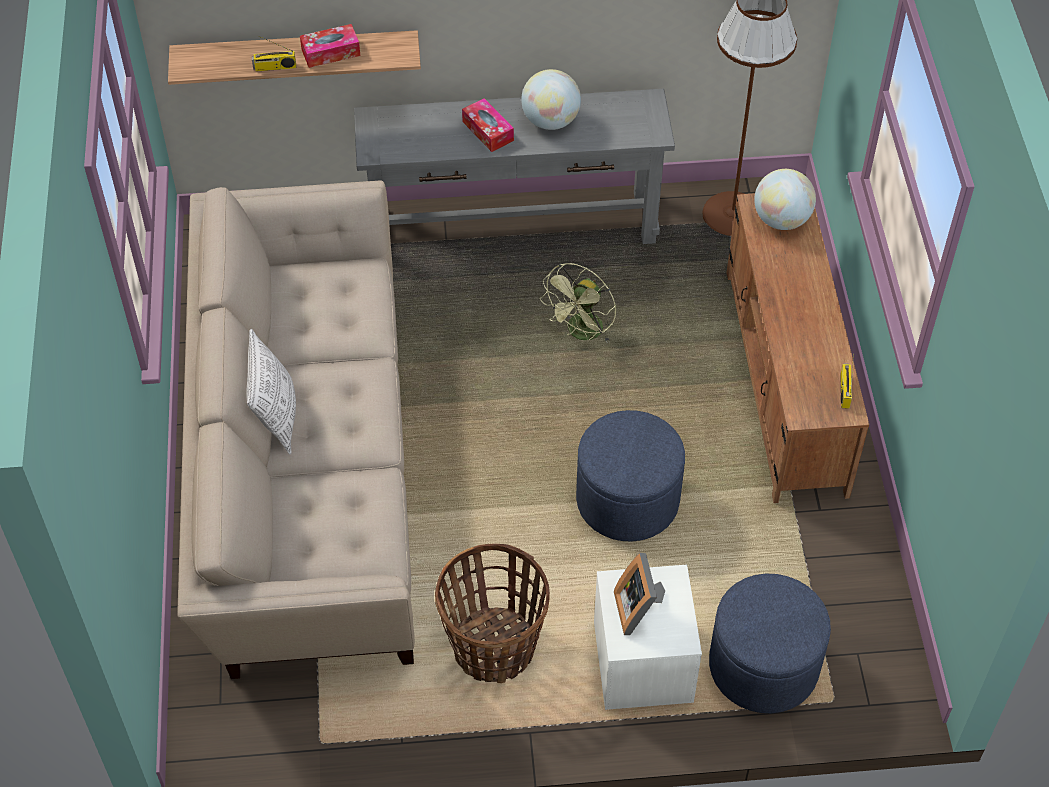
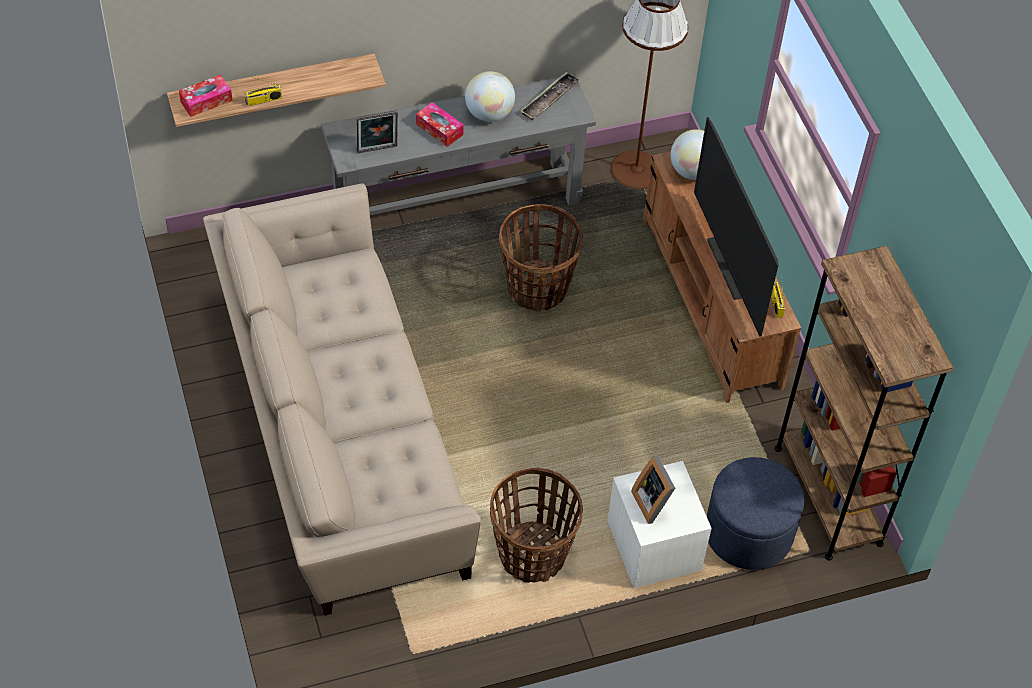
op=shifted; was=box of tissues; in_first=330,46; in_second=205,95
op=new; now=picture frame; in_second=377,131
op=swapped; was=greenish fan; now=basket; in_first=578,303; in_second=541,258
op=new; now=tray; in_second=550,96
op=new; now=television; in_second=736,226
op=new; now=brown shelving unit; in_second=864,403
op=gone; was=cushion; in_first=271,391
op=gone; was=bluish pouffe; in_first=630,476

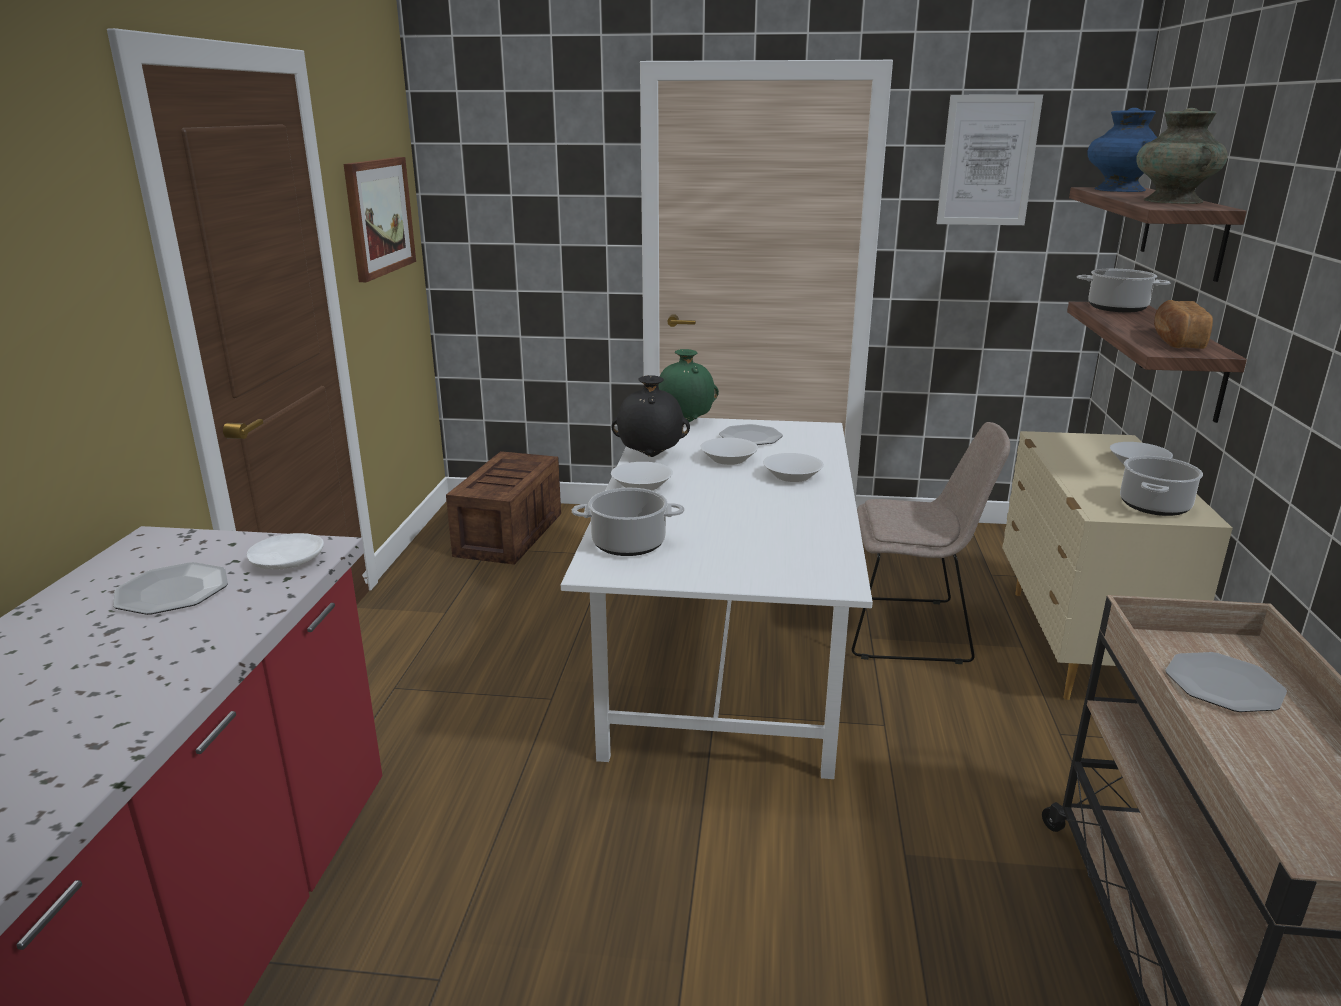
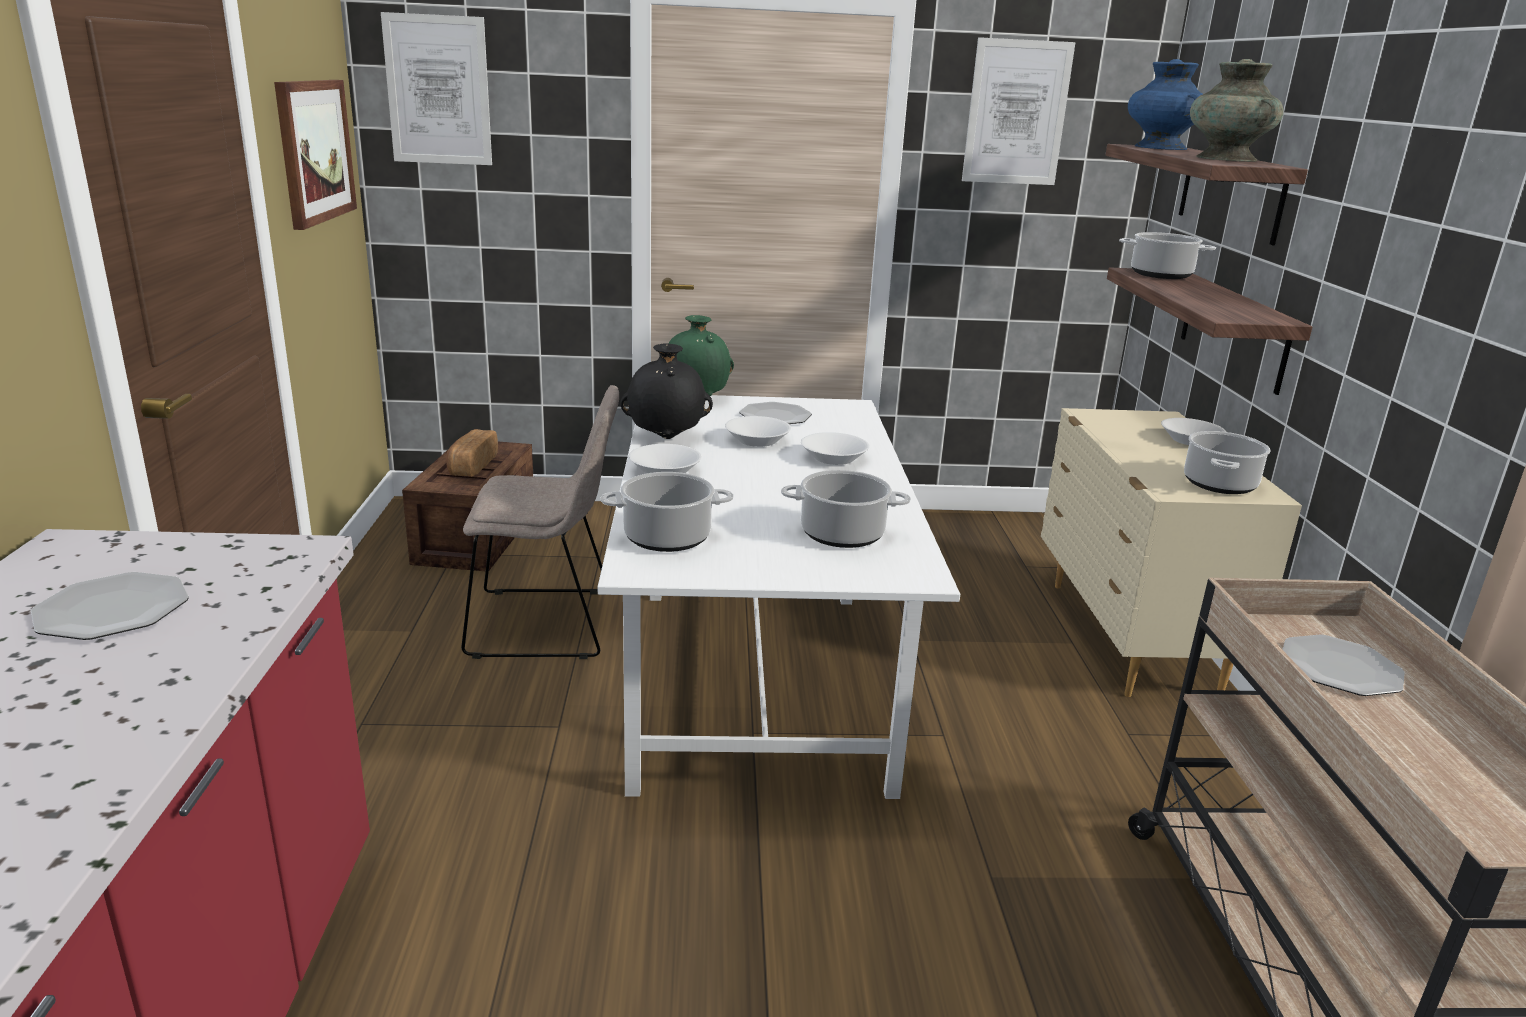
op=new; now=picture; in_second=436,88
op=shifted; was=bakery bread; in_first=1183,324; in_second=472,453
op=shifted; was=beige-coloured chair; in_first=931,543; in_second=540,522
op=new; now=stockpot; in_second=846,509
op=gone; was=whitish flat dish; in_first=285,551

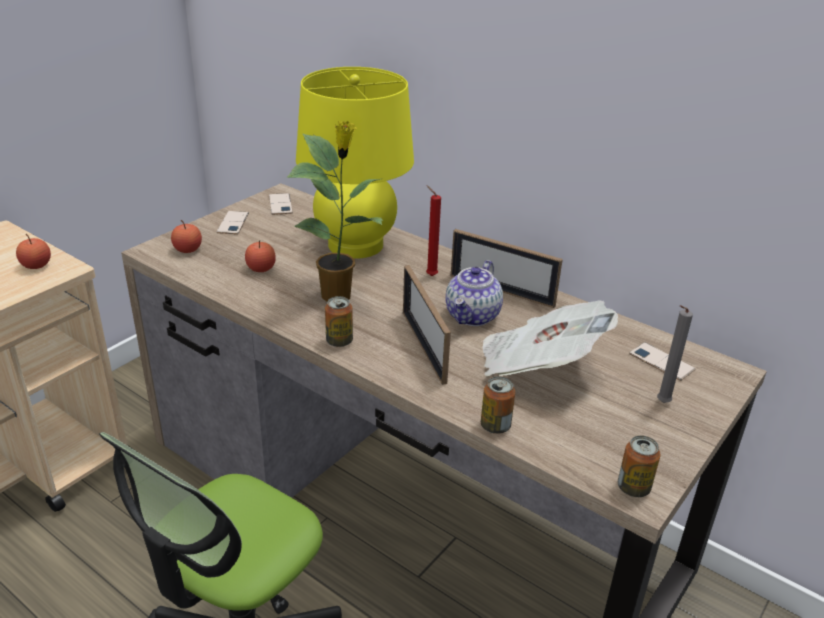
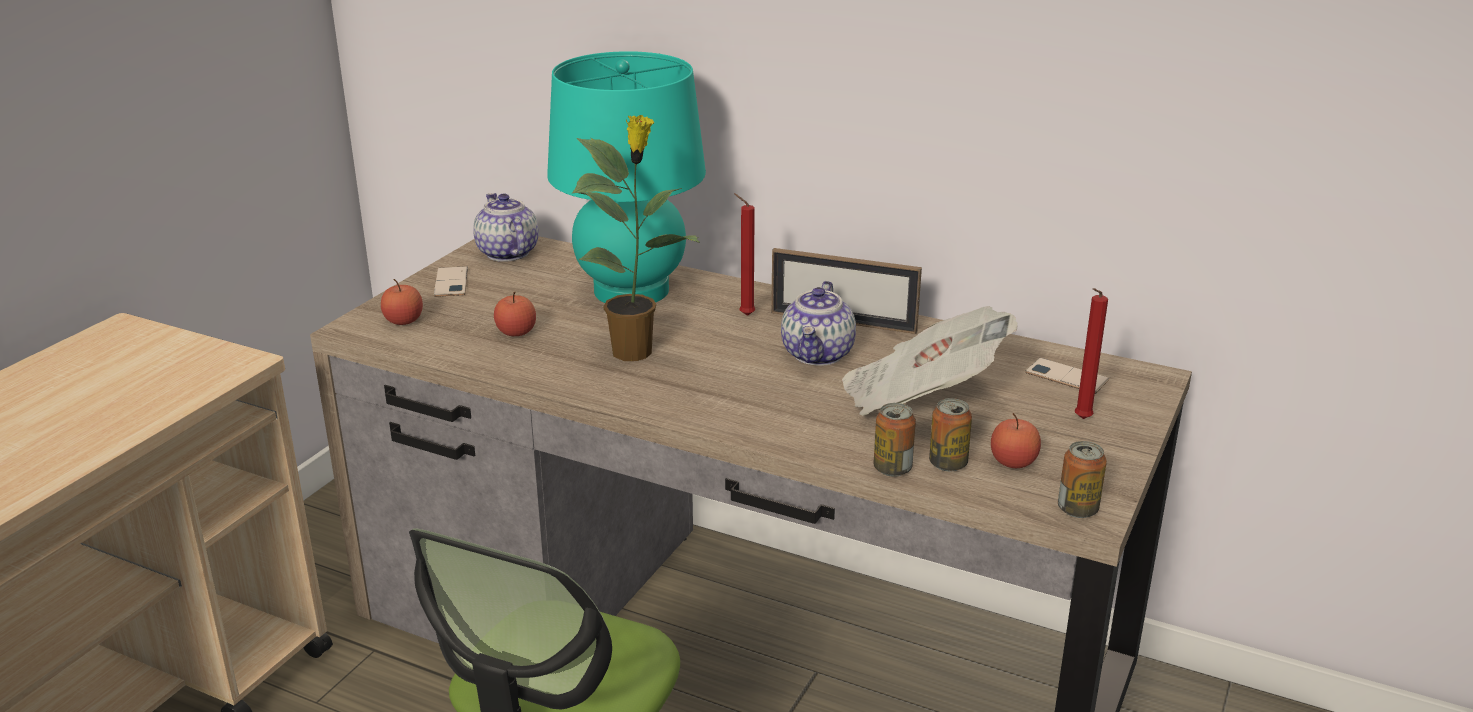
op=swapped; was=telephone; now=tea pot; in_first=281,204; in_second=506,227
op=repainted; was=yellow lamp for a table; now=turquoise-coloured lamp for a table; in_first=355,163; in_second=626,177
op=shifted; was=metal can; in_first=339,321; in_second=950,435
op=shifted; was=apple fruit; in_first=33,251; in_second=1016,440
op=repainted; was=gray wax light; now=red wax light; in_first=675,354; in_second=1091,353
op=gone; was=picture frame; in_first=427,325

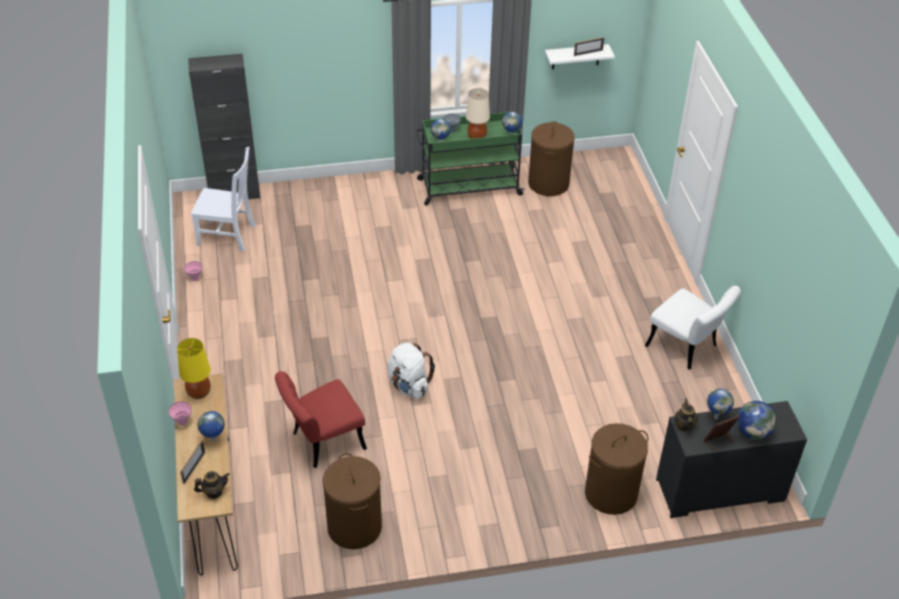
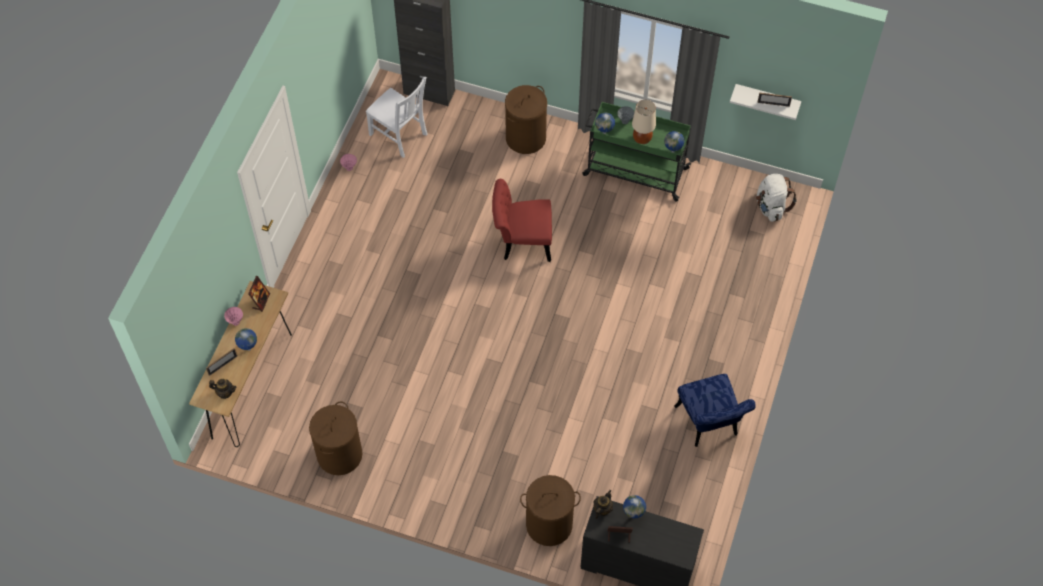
op=swapped; was=yellow lamp for a table; now=picture frame; in_first=194,368; in_second=259,294
op=shifted; was=red chair; in_first=321,419; in_second=522,220
op=shifted; was=brown washing basket; in_first=551,158; in_second=526,119
op=repainted; was=whitish chair; now=bluish chair; in_first=693,328; in_second=715,410
op=shifted; was=whitish backpack; in_first=411,371; in_second=776,198
op=gone; was=globe; in_first=757,420

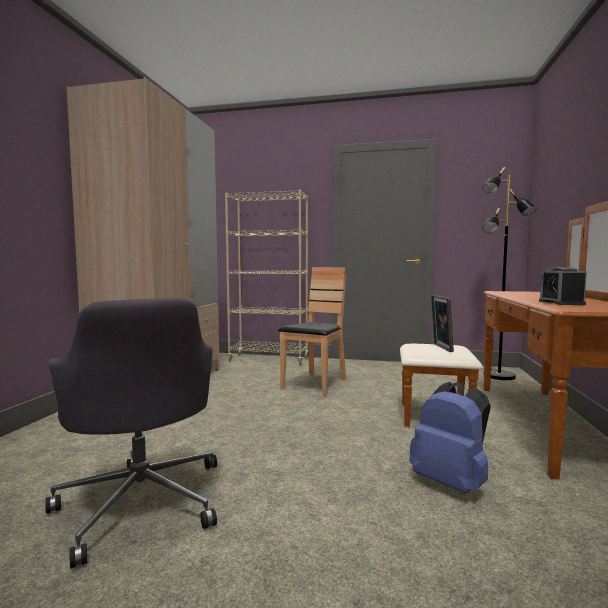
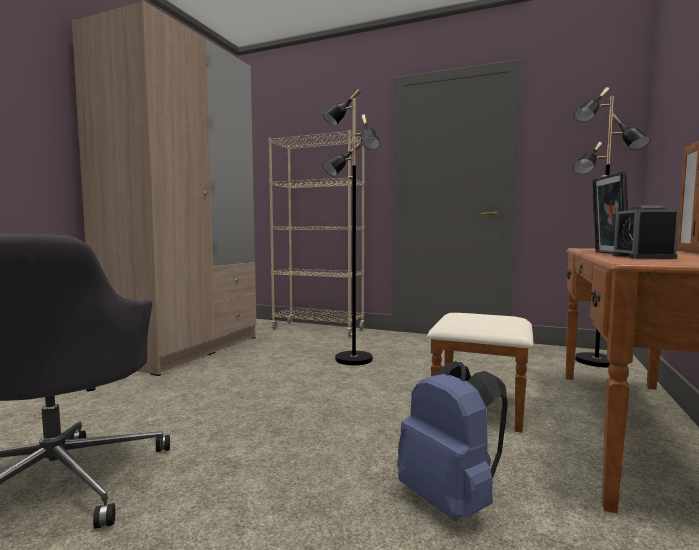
op=swapped; was=brown chair; now=black standard lamp; in_first=312,332; in_second=351,227
op=shifted; was=picture frame; in_first=442,323; in_second=610,213

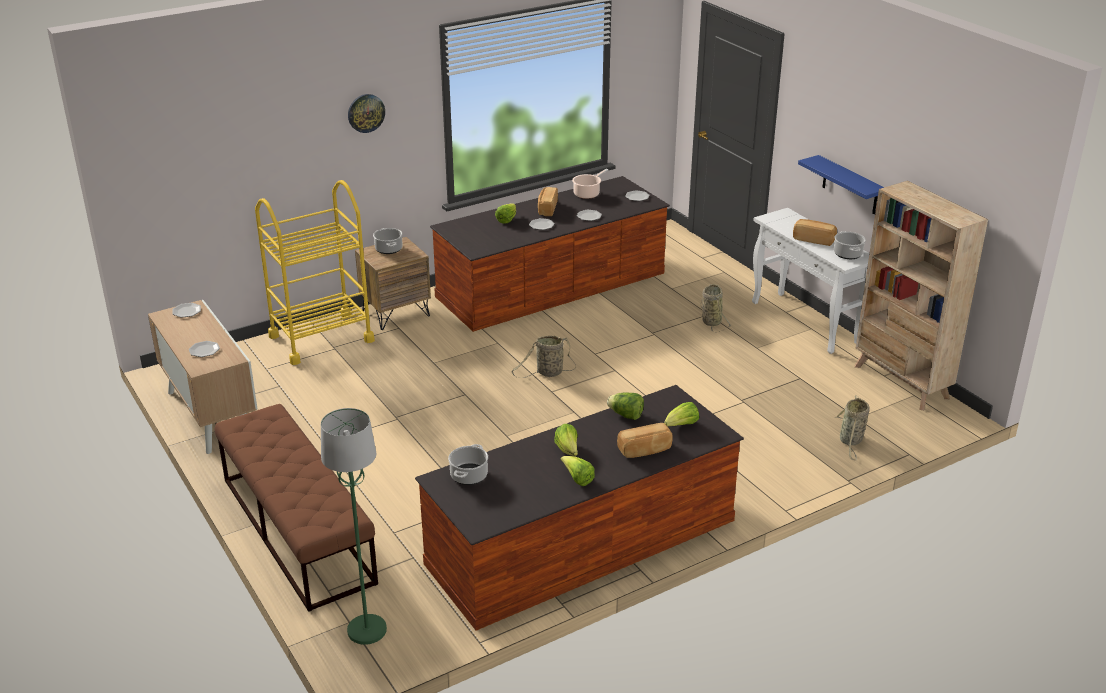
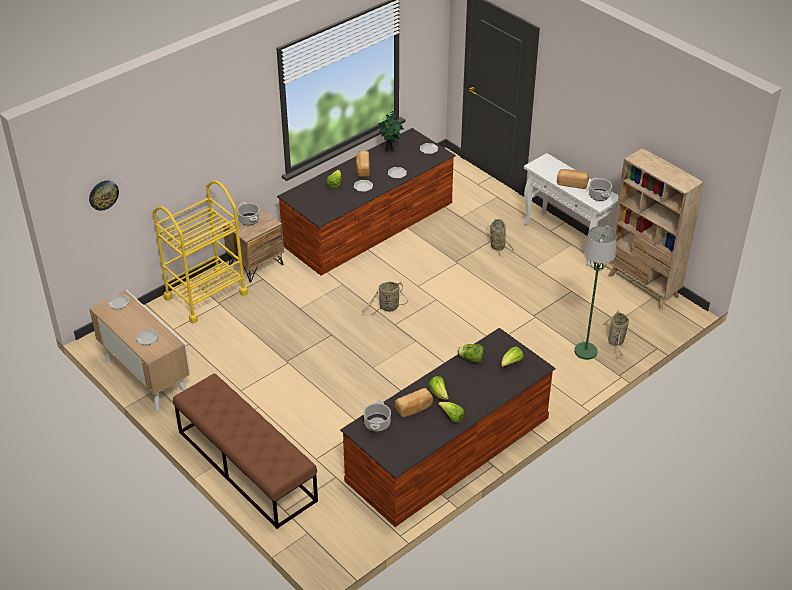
op=shifted; was=clock on the wall; in_first=366,113; in_second=104,196
op=swapped; was=stockpot; now=plant in a pot; in_first=590,184; in_second=390,132
op=shifted; was=bakery bread; in_first=645,440; in_second=414,402
op=shifted; was=greenish standard lamp; in_first=354,526; in_second=595,293
op=gone; was=bluish bracket shelf; in_first=841,184

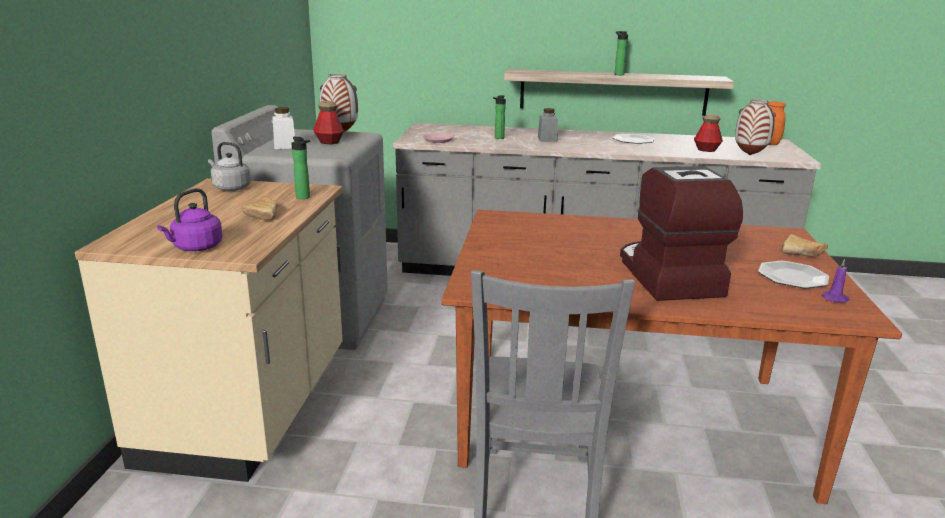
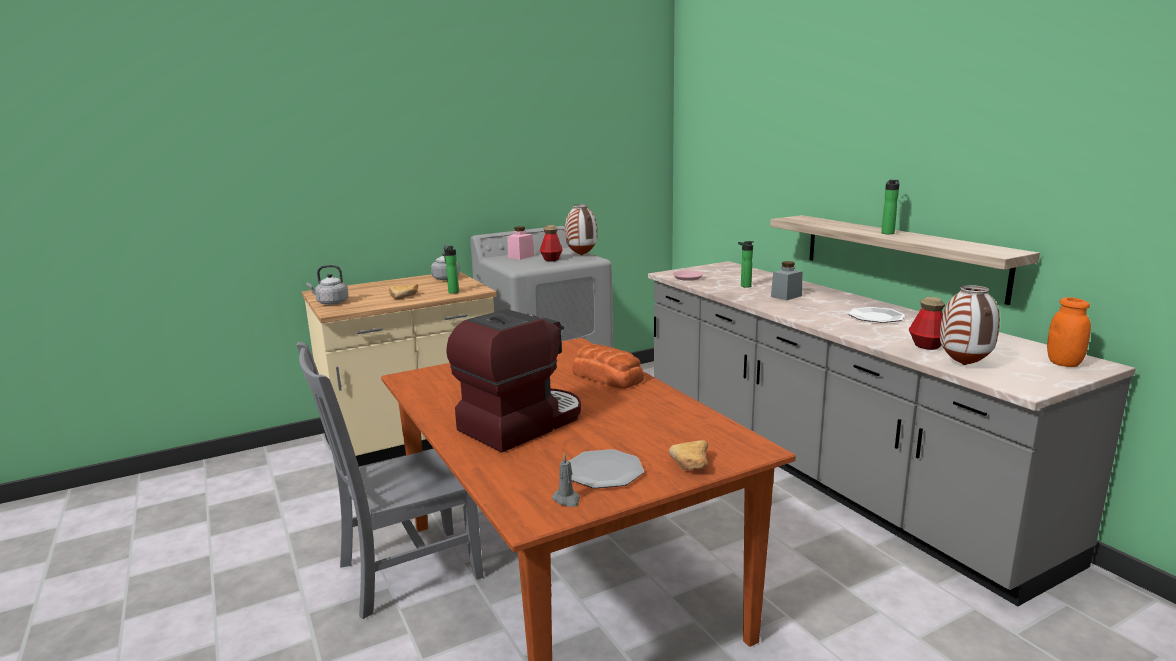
op=repainted; was=purple-coloured water kettle; now=gray water kettle; in_first=190,219; in_second=327,285
op=repainted; was=whitish storage jar; now=pinkish storage jar; in_first=283,128; in_second=521,243
op=repainted; was=purple-coloured wax light; now=gray wax light; in_first=836,280; in_second=566,480
op=new; now=bakery bread; in_second=608,366

